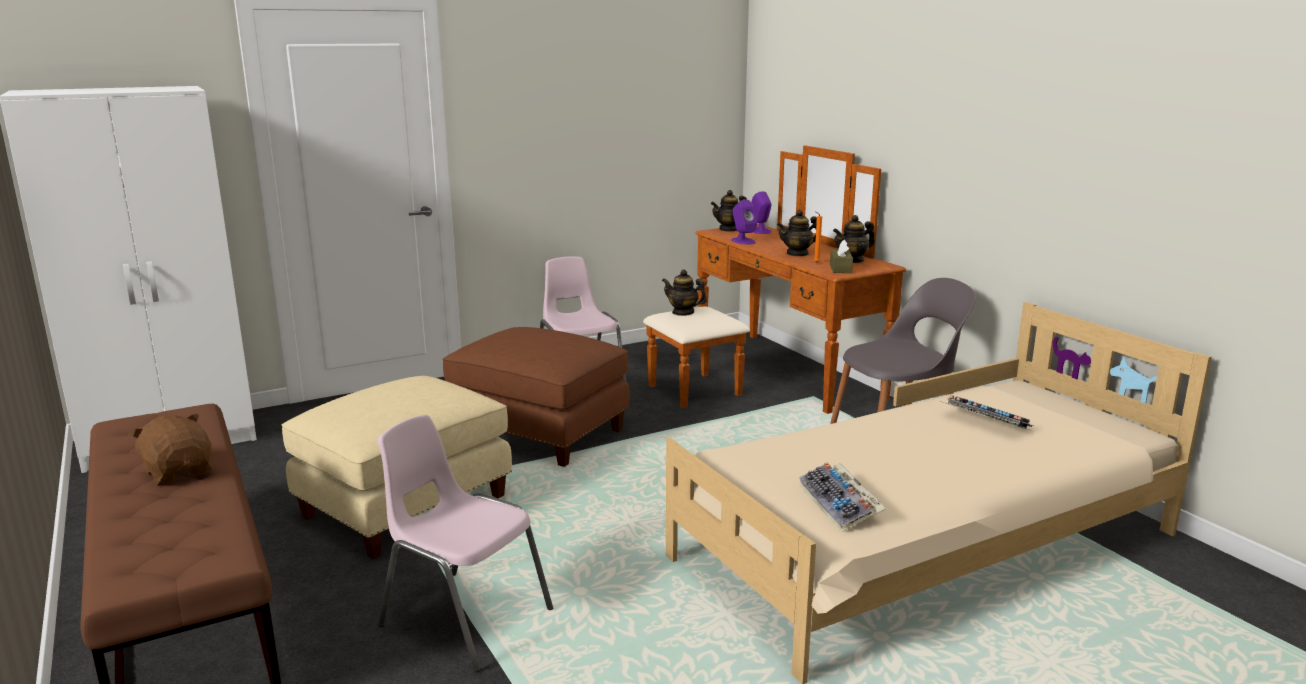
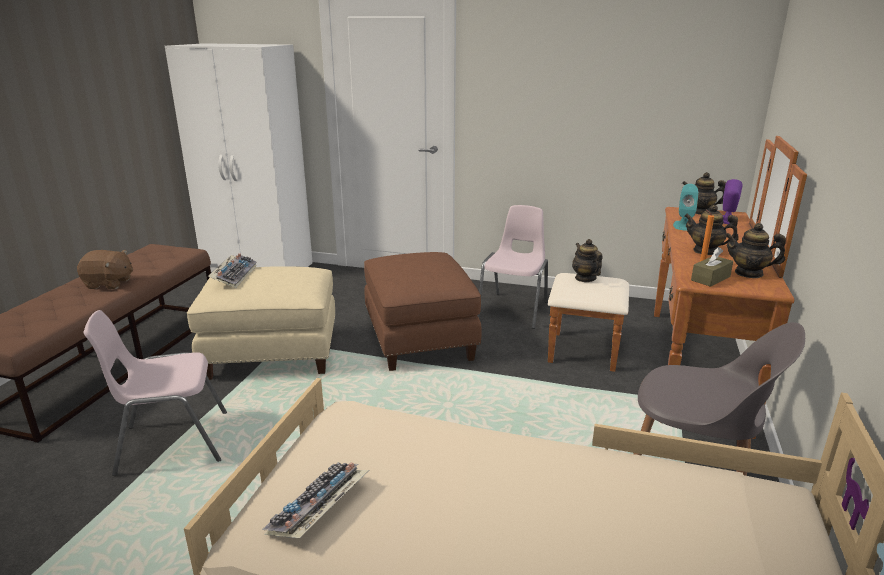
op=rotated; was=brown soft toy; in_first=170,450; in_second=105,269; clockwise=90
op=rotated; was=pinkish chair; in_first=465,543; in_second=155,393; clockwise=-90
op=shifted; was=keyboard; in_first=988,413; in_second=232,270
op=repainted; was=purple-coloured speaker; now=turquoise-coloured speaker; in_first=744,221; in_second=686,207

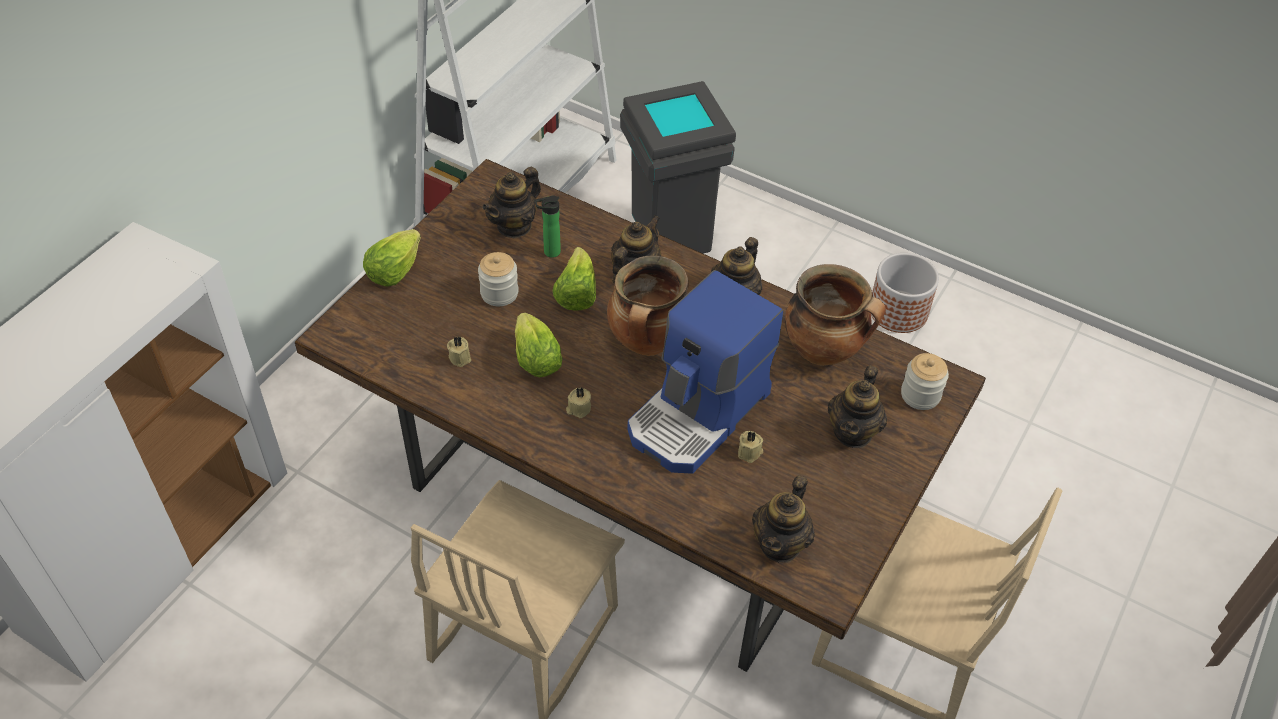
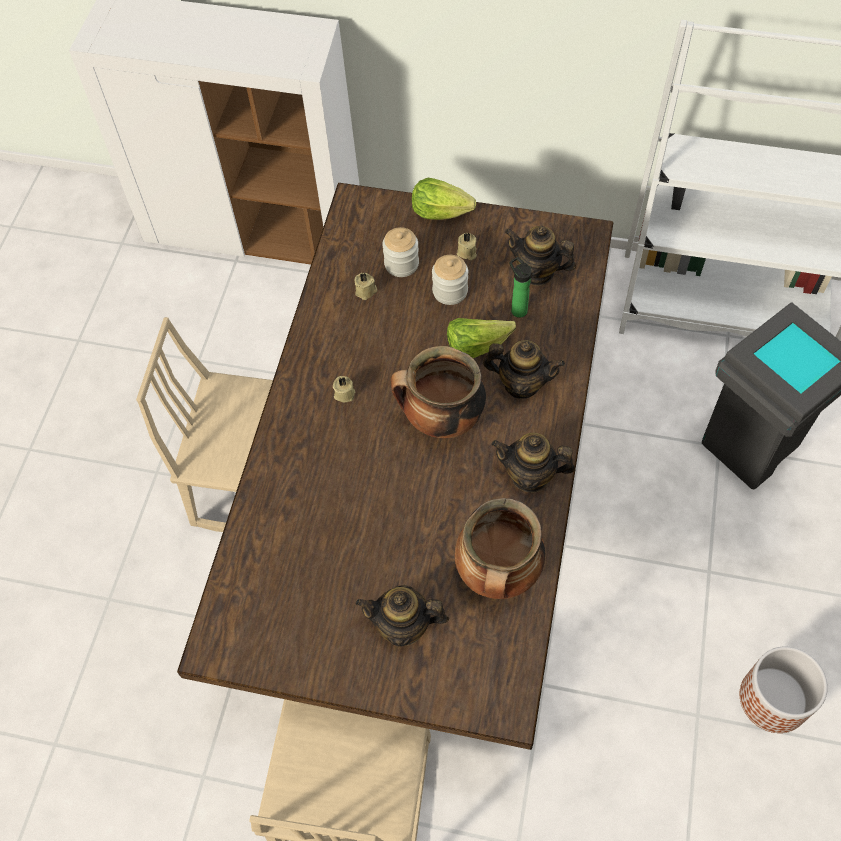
op=shifted; was=storage jar; in_first=925,381; in_second=400,252
op=shifted; was=beige-coloured wax light; in_first=750,447; in_second=467,246
op=gone; was=lettuce head; in_first=538,345
op=gone; was=coffee machine; in_first=705,372
op=gone; was=tea pot; in_first=783,519

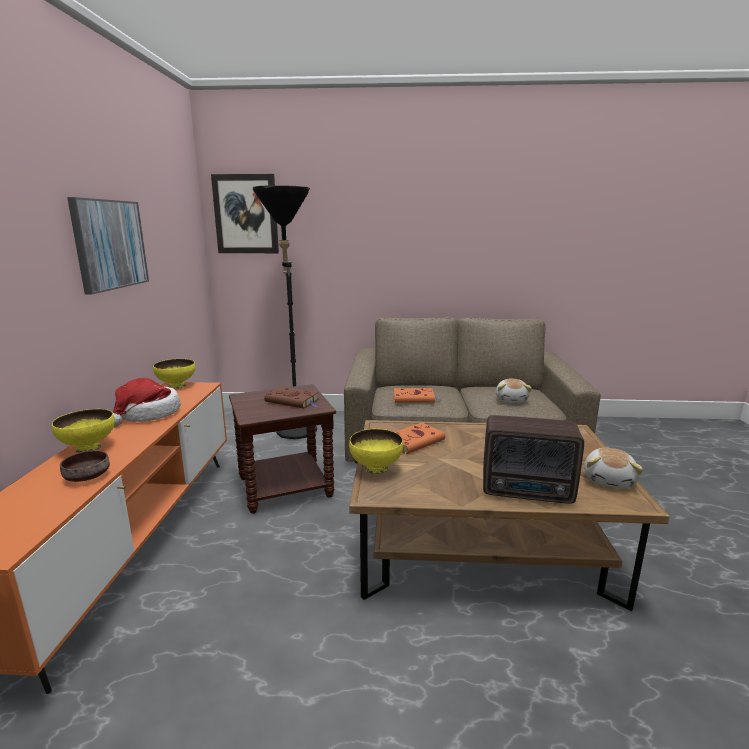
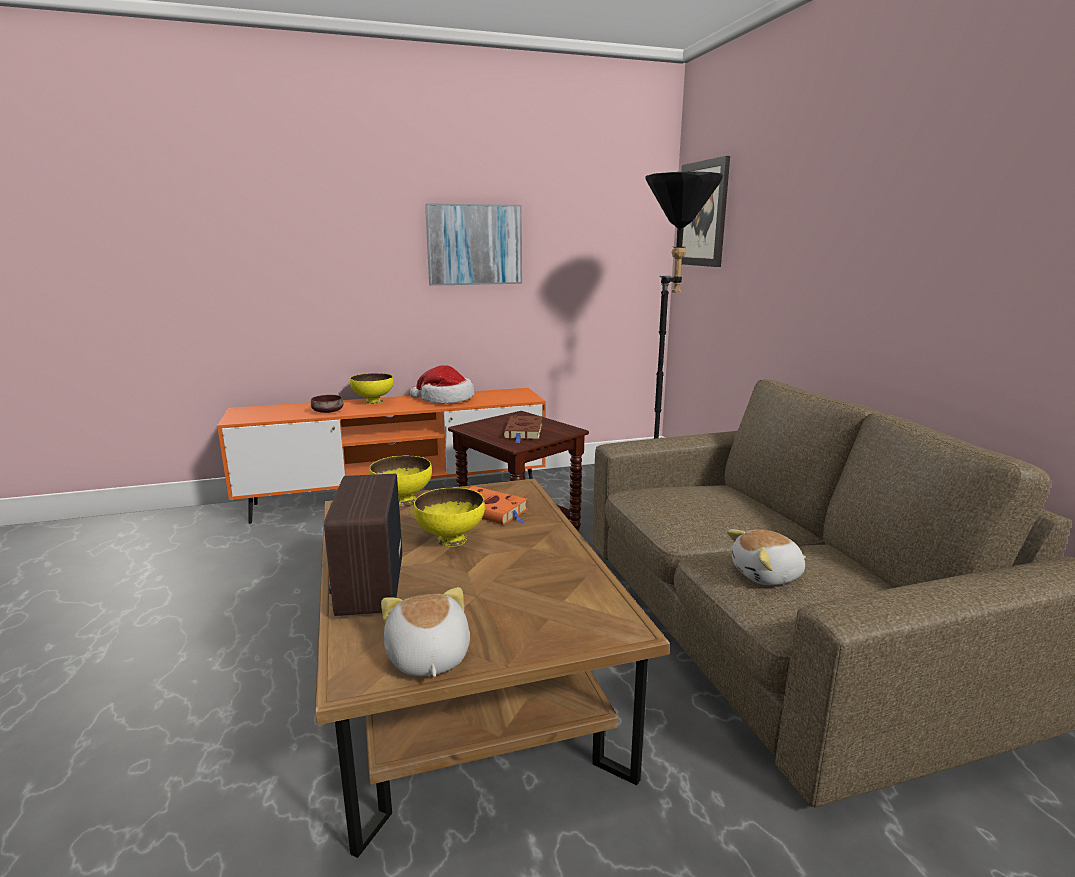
op=rotated; was=soft toy; in_first=613,468; in_second=425,632; clockwise=75
op=shifted; was=yellow deep dish; in_first=174,374; in_second=449,517
op=gone; was=orangey bound book; in_first=417,395

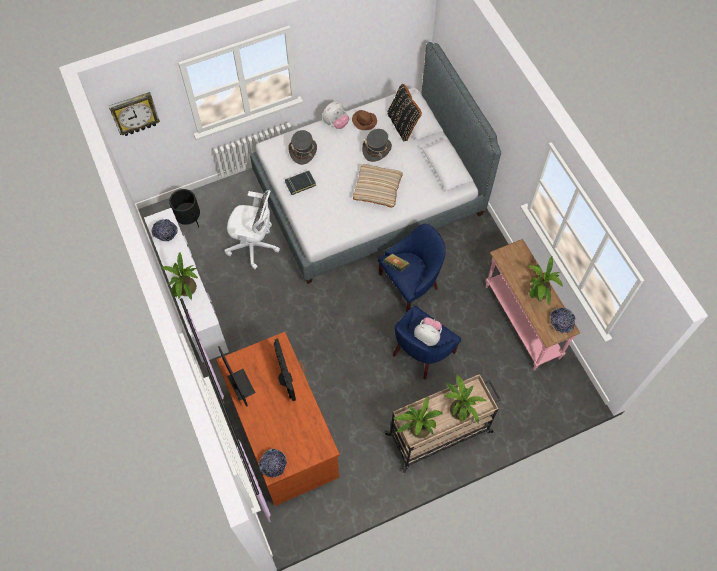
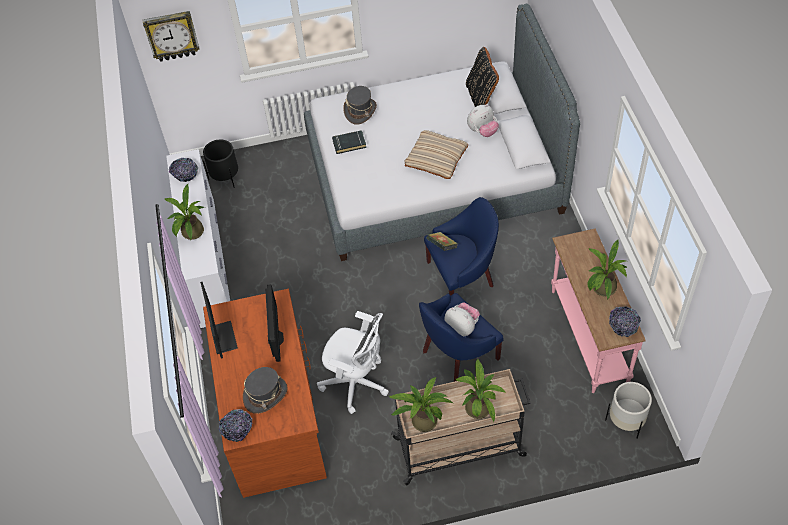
op=shifted; was=gray hat; in_first=377,145; in_second=265,390
op=shifted; was=whitish computer chair; in_first=252,229; in_second=353,362
op=shifted; was=soft toy; in_first=335,115; in_second=483,120
op=new; now=whitish planter; in_second=628,410
op=gone; was=brown hat; in_first=364,120

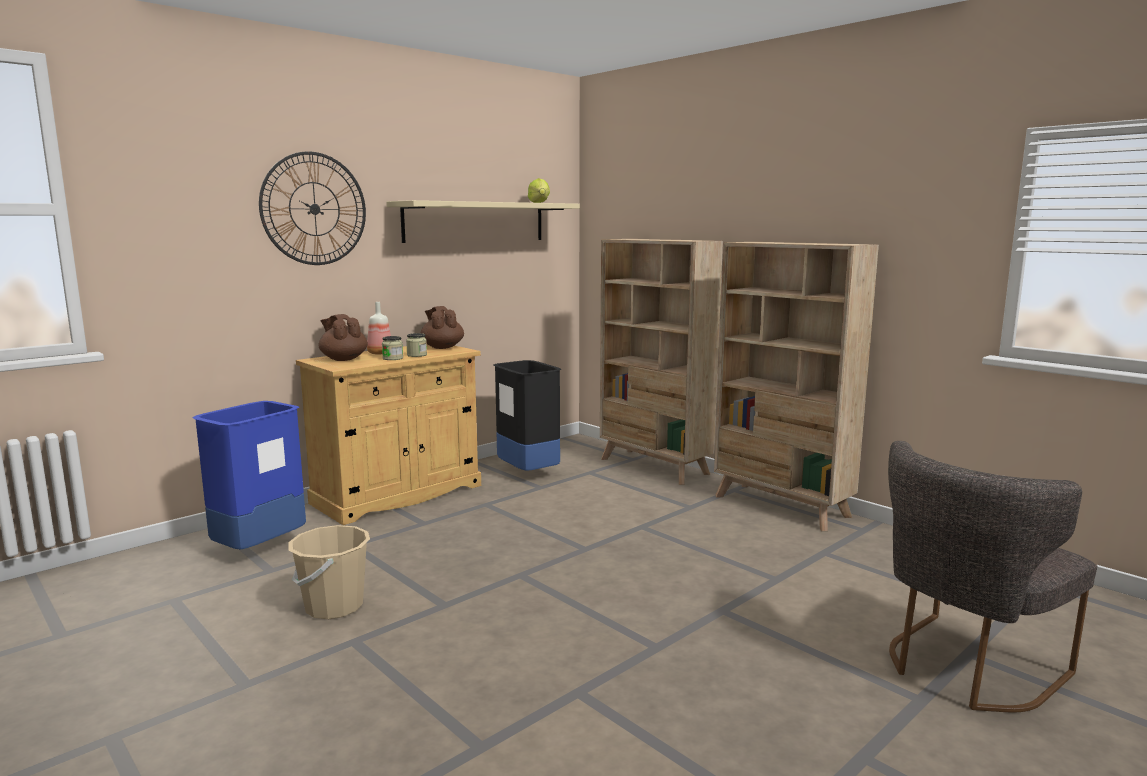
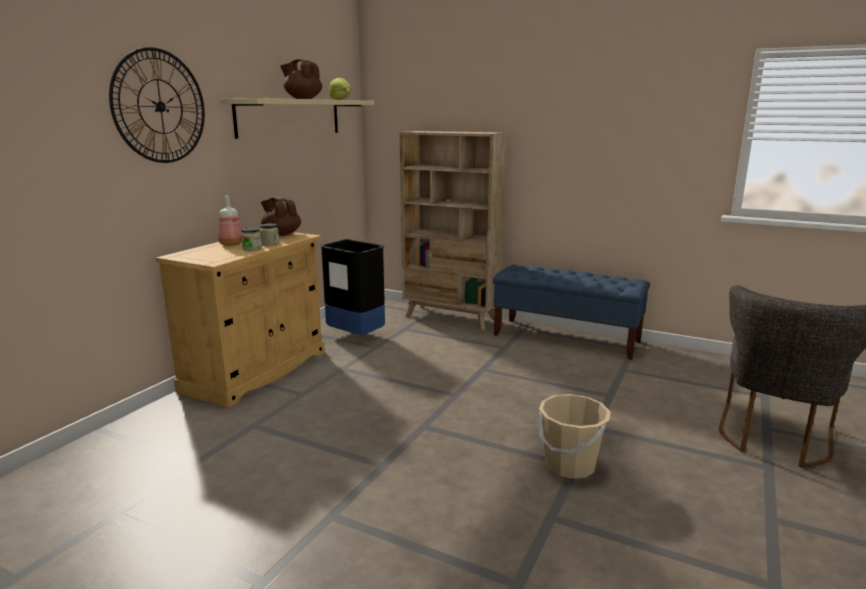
op=shifted; was=brown tea pot; in_first=343,337; in_second=301,79
op=swapped; was=beige-coloured shelving unit; now=bluish indoor bench; in_first=796,386; in_second=571,312
op=shifted; was=beige-coloured pail; in_first=329,572; in_second=574,436
op=gone; was=bluish rubbish bin; in_first=249,475

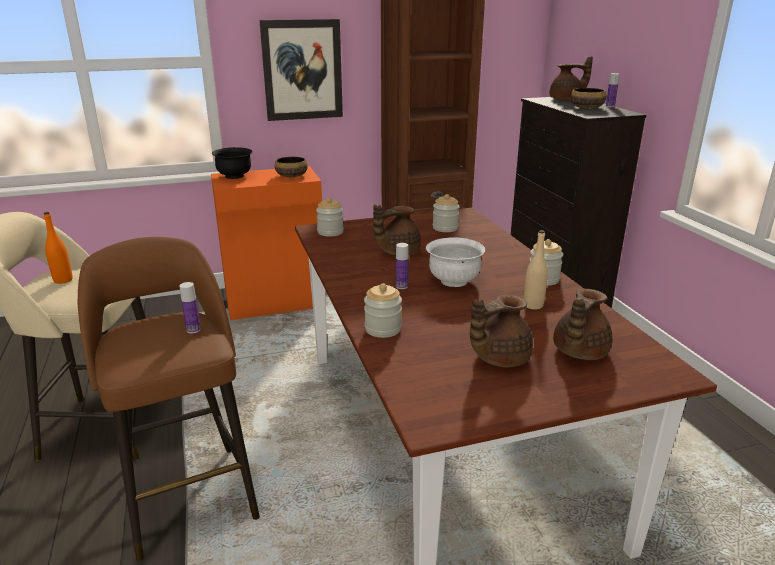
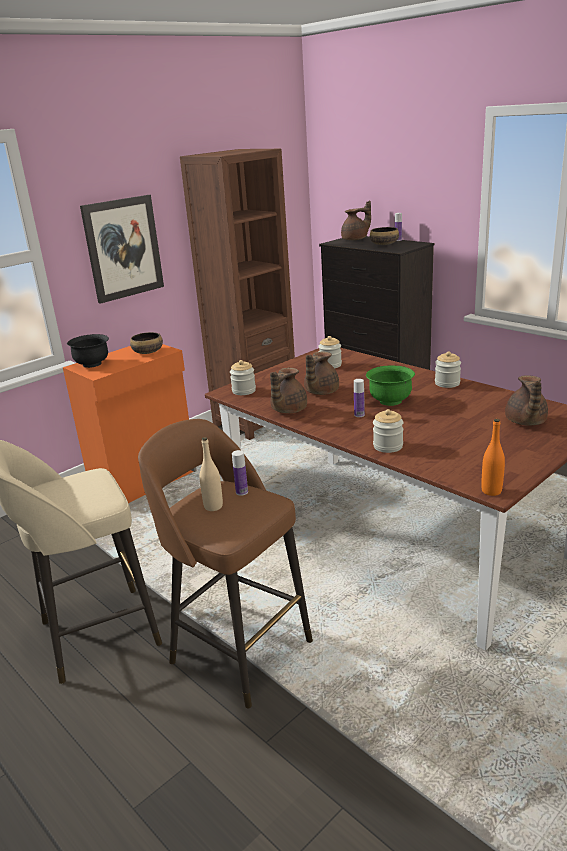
op=shifted; was=beige-coloured beverage bottle; in_first=536,270; in_second=211,474
op=shifted; was=brown tea pot; in_first=501,330; in_second=288,390
op=repainted; was=whitish deep dish; now=greenish deep dish; in_first=455,262; in_second=390,385
op=shifted; was=orangey beverage bottle; in_first=58,248; in_second=493,457

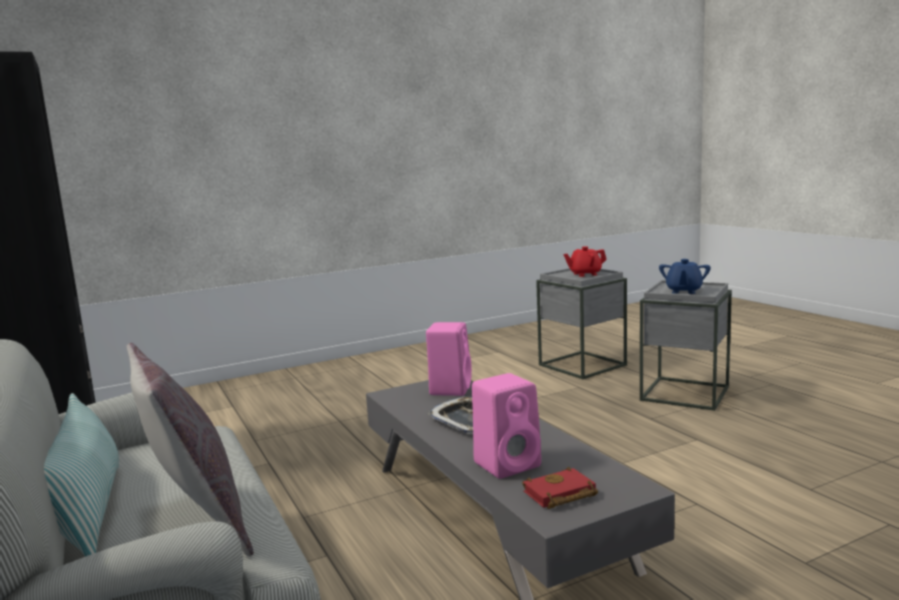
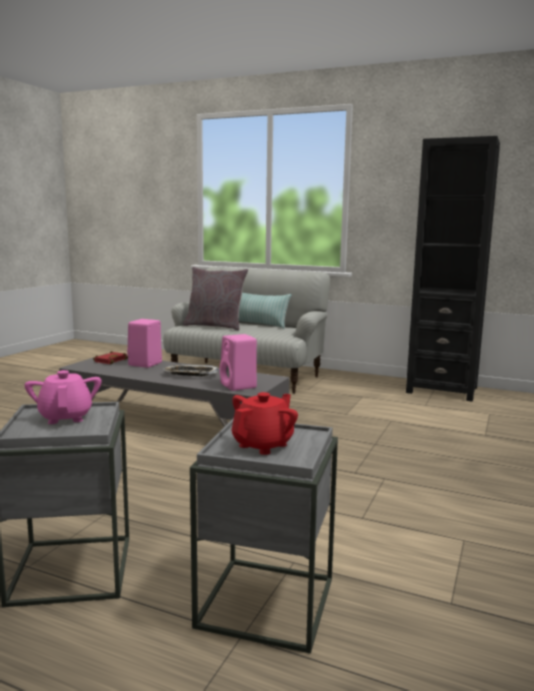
op=repainted; was=bluish tea pot; now=pinkish tea pot; in_first=685,276; in_second=63,397

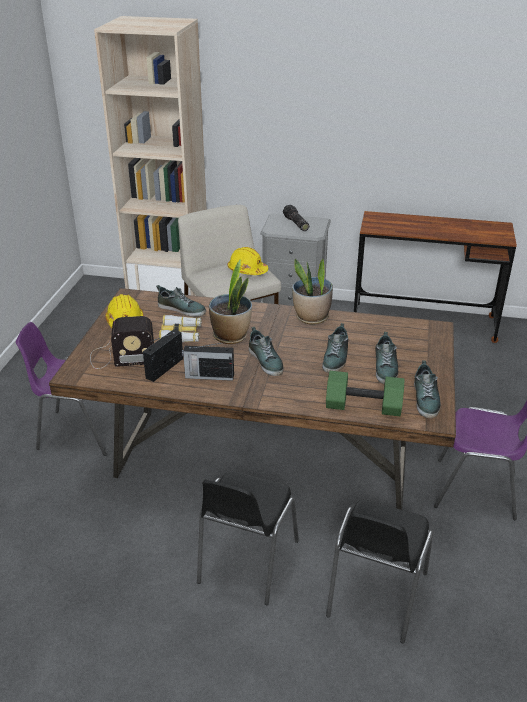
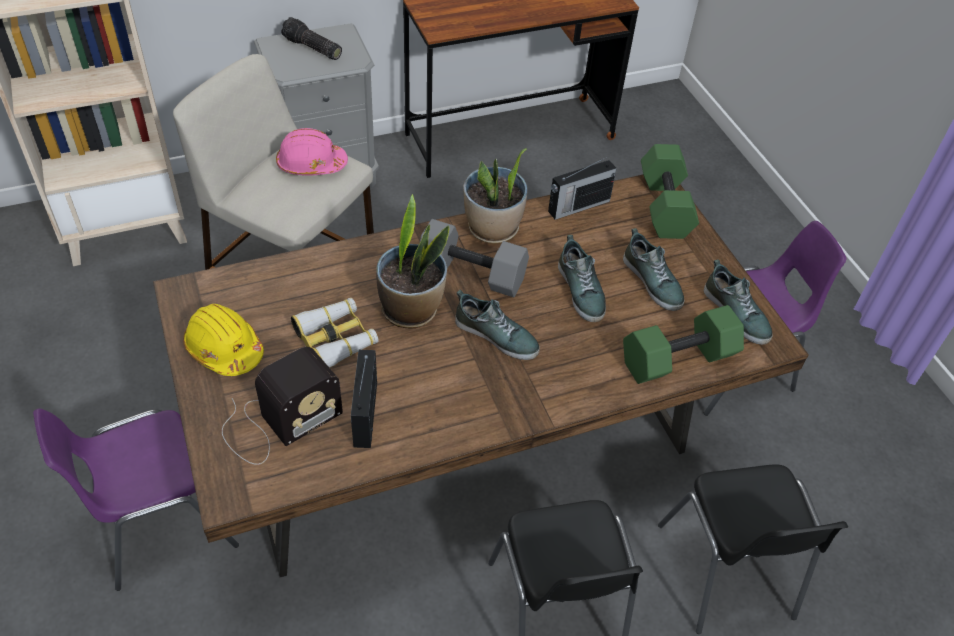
op=repainted; was=yellow work helmet; now=pinkish work helmet; in_first=247,261; in_second=312,152
op=new; now=gray dumbbell; in_second=474,258
op=shifted; was=radio receiver; in_first=208,361; in_second=582,188
op=new; now=greenish dumbbell; in_second=670,191
op=gone; was=item of footwear; in_first=181,301

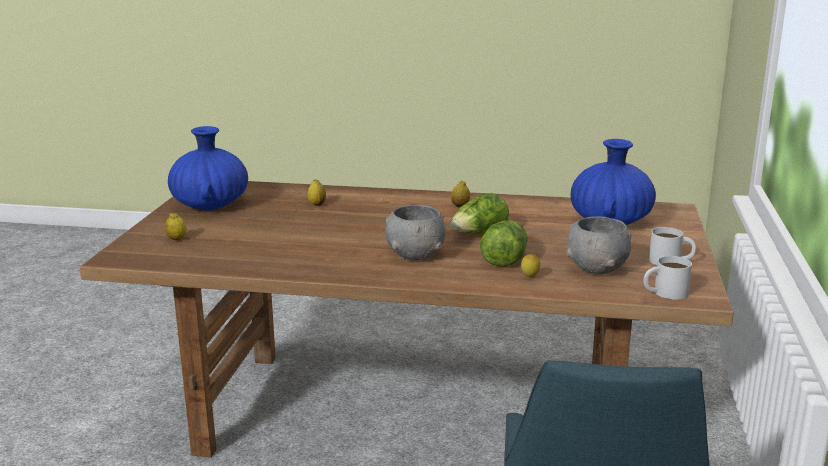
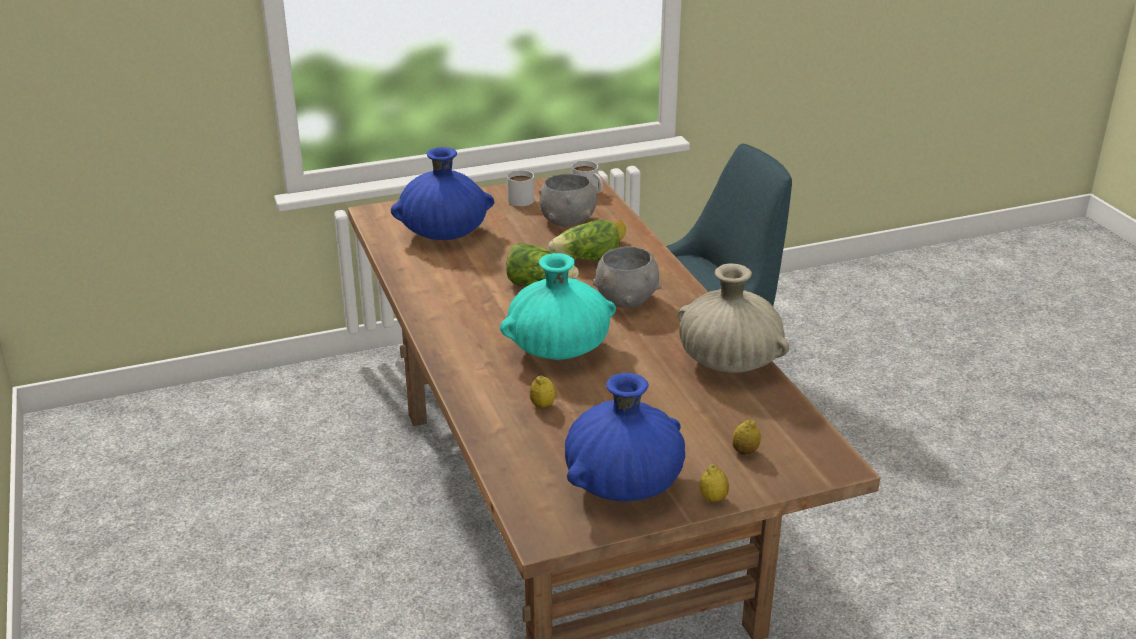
op=new; now=turquoise-coloured vase; in_second=558,306
op=new; now=beige-coloured vase; in_second=733,318
op=shifted; was=lemon; in_first=460,194; in_second=714,483

